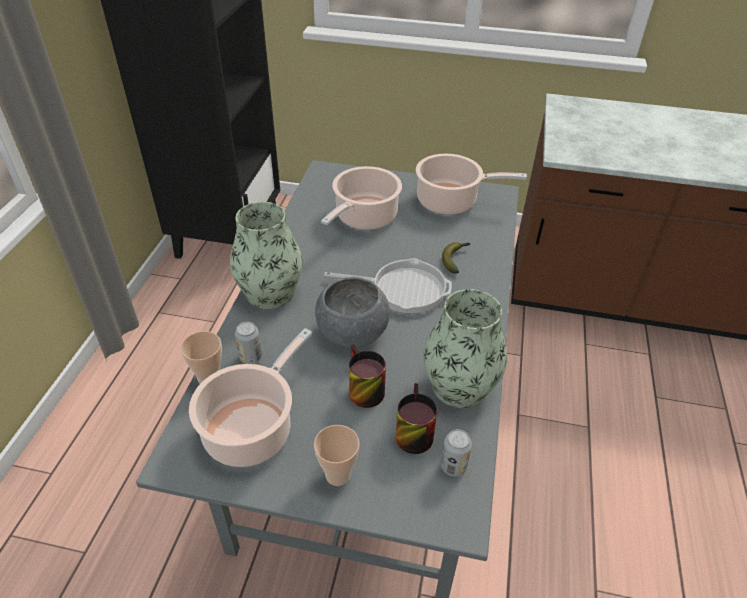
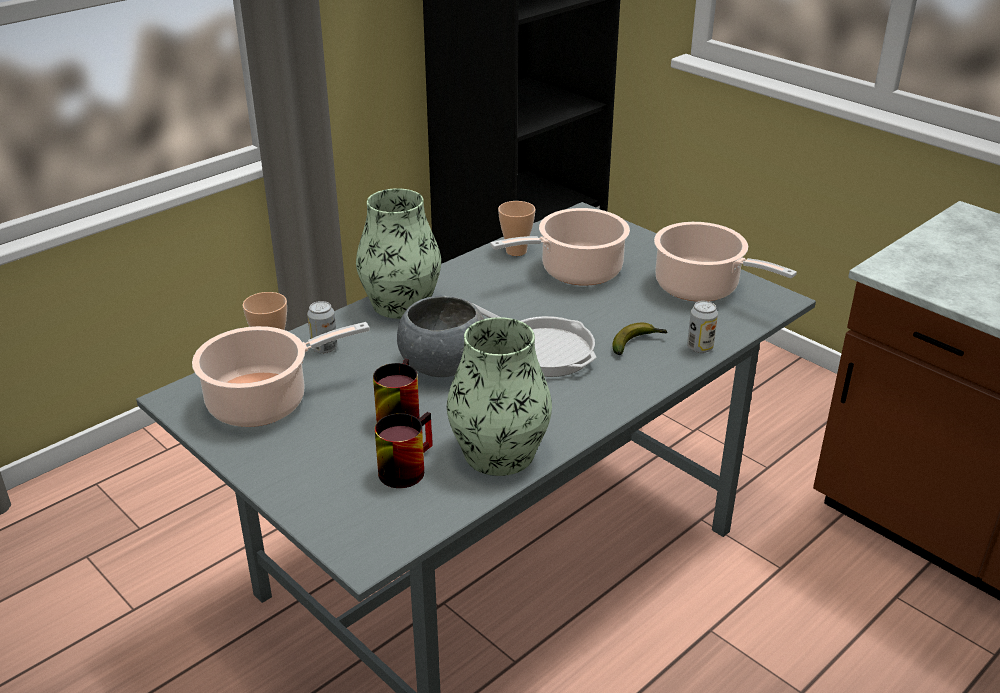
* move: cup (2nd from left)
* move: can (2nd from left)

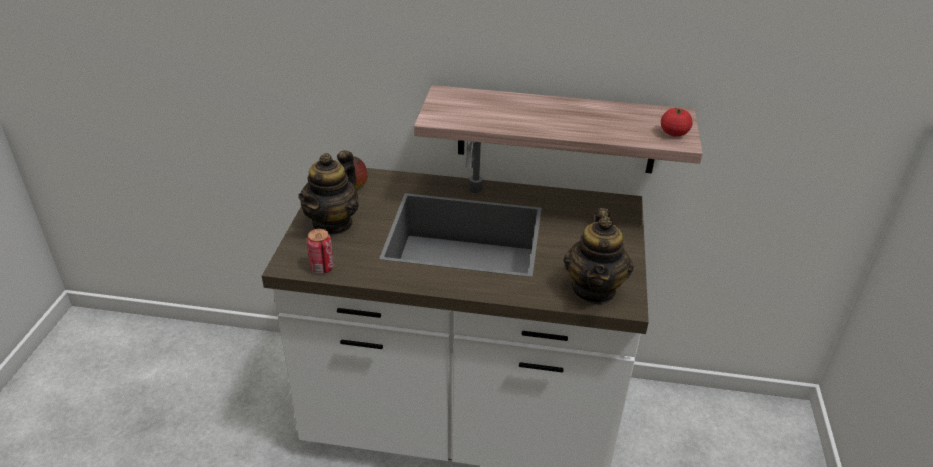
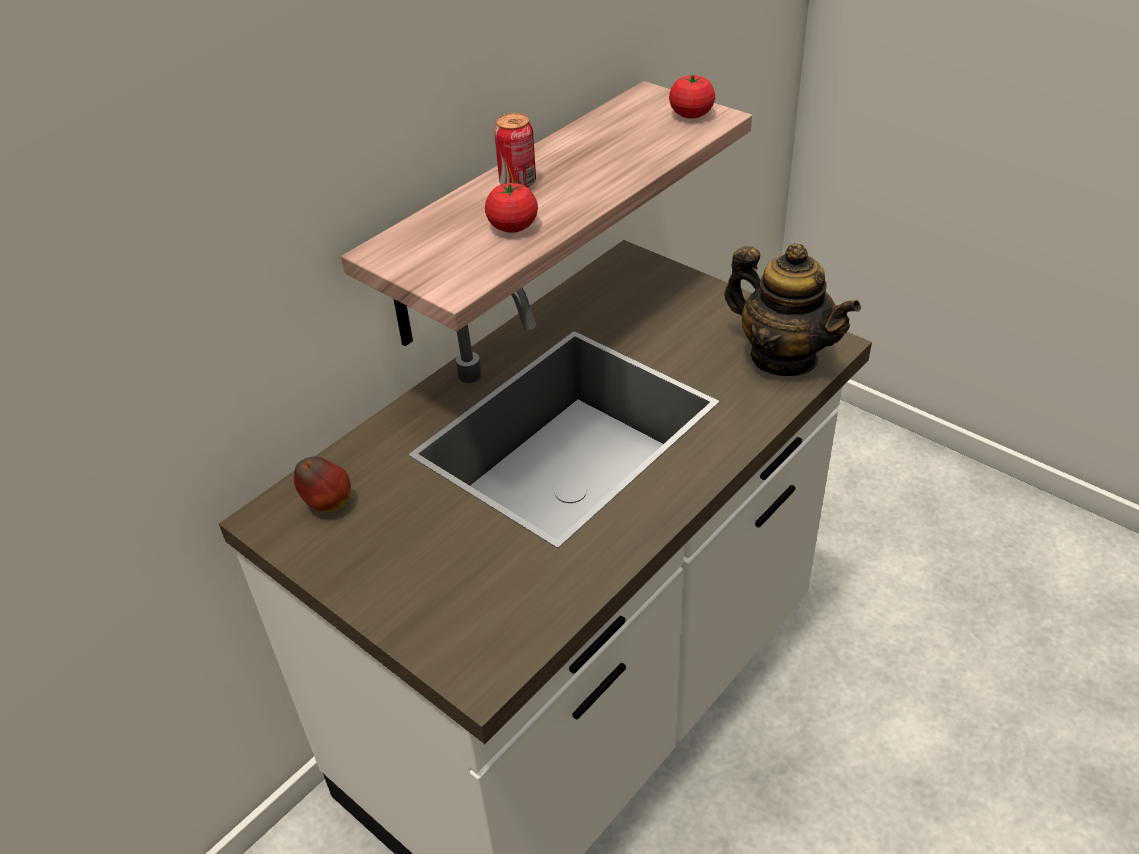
* insert: tomato (1st from left)
* move: can
* delete: teapot (1st from left)

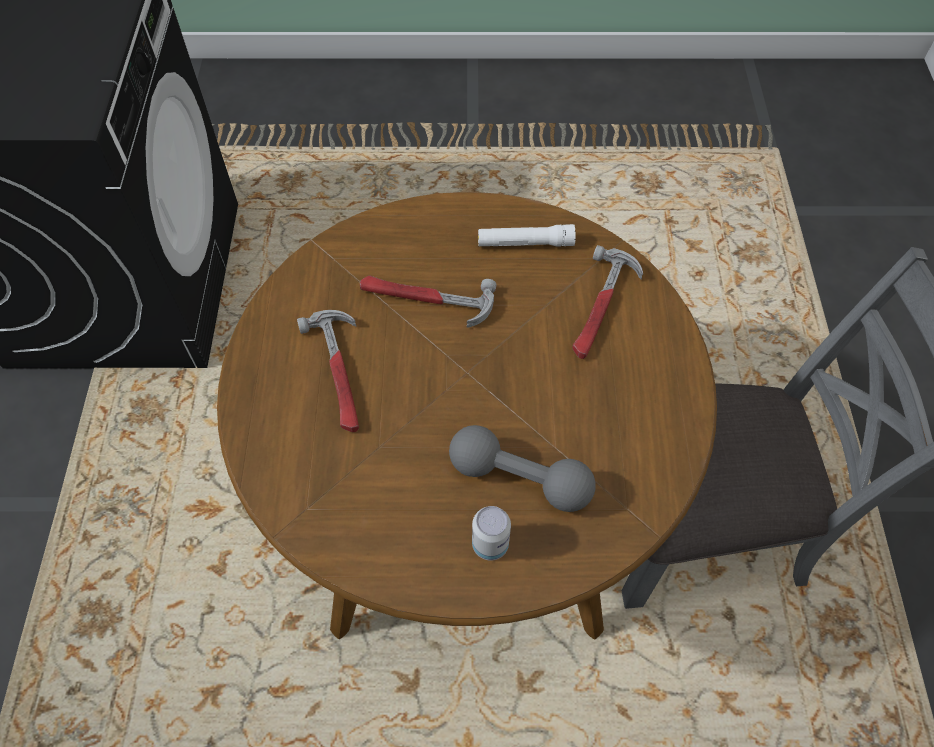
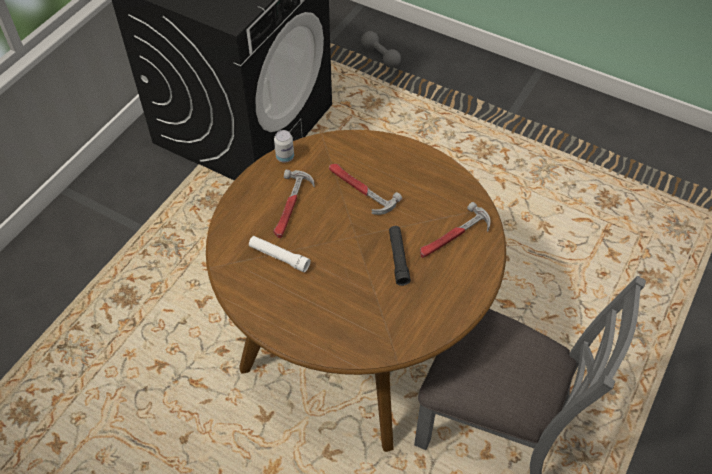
* move: flashlight (white)
* move: can
* move: dumbbell (grey)
* insert: flashlight (black)

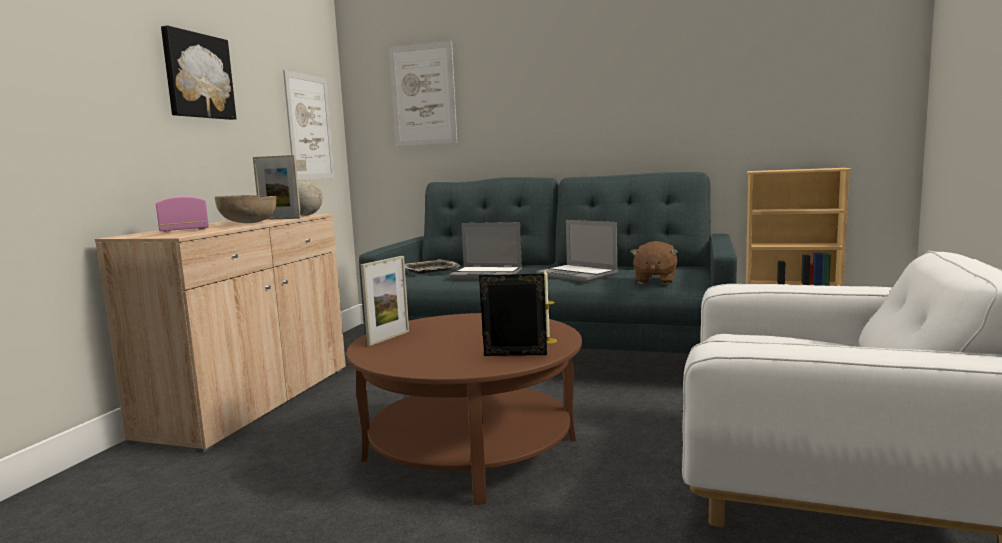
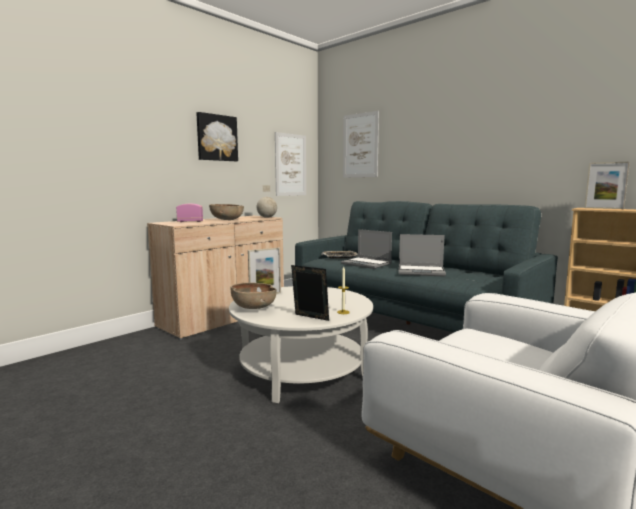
* recolor: coffee table (brown) to coffee table (white)
* insert: bowl (brown) (2nd from left)
* rotate: laptop (2nd from left) 60 degrees counterclockwise
* move: picture frame (1st from left in the first image) to picture frame (3rd from left)
* delete: plush toy (brown)

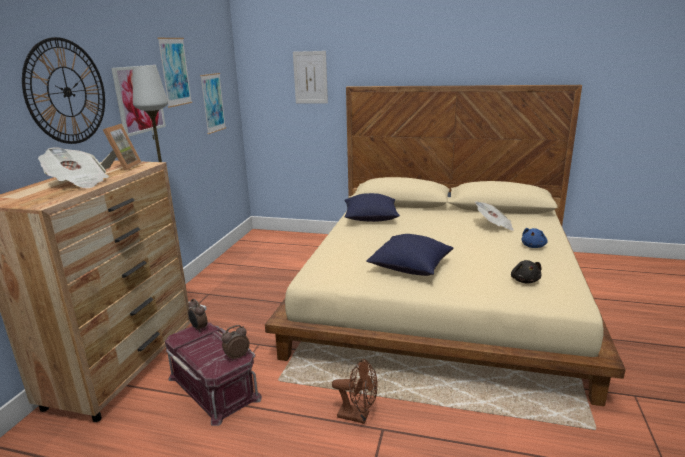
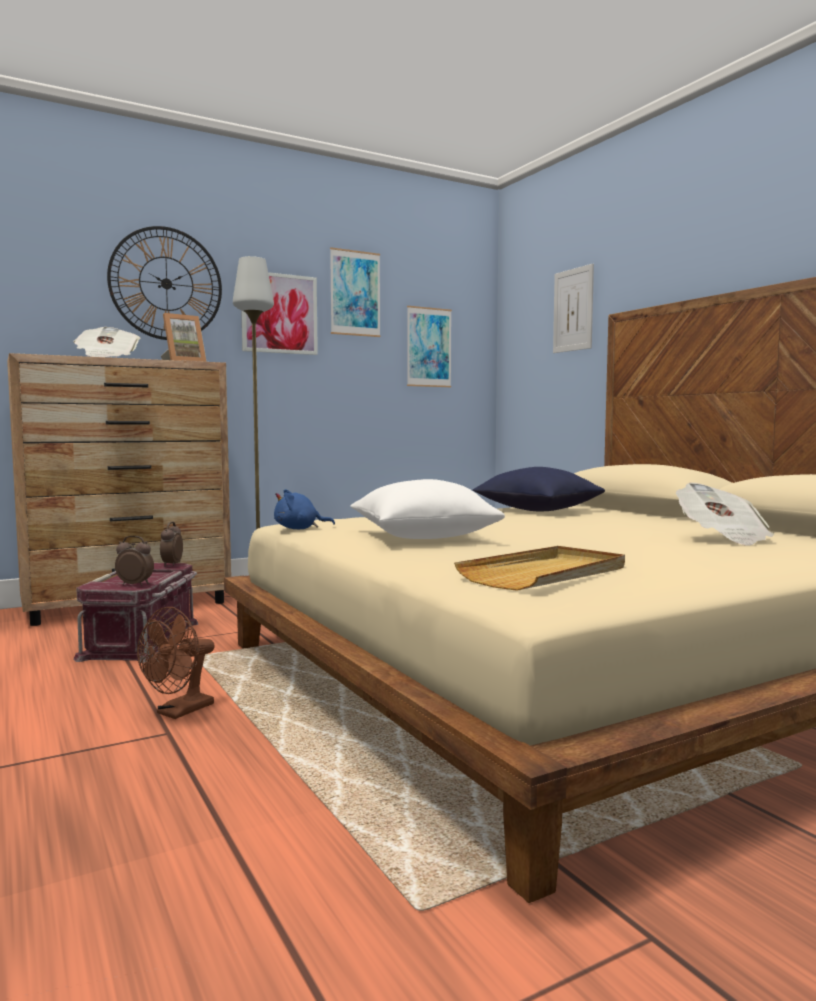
* rotate: fan (brown) 60 degrees clockwise
* move: plush toy (blue)
* recolor: pillow (blue) (2nd from left) to pillow (white)
* replace: plush toy (black) to tray (beige)

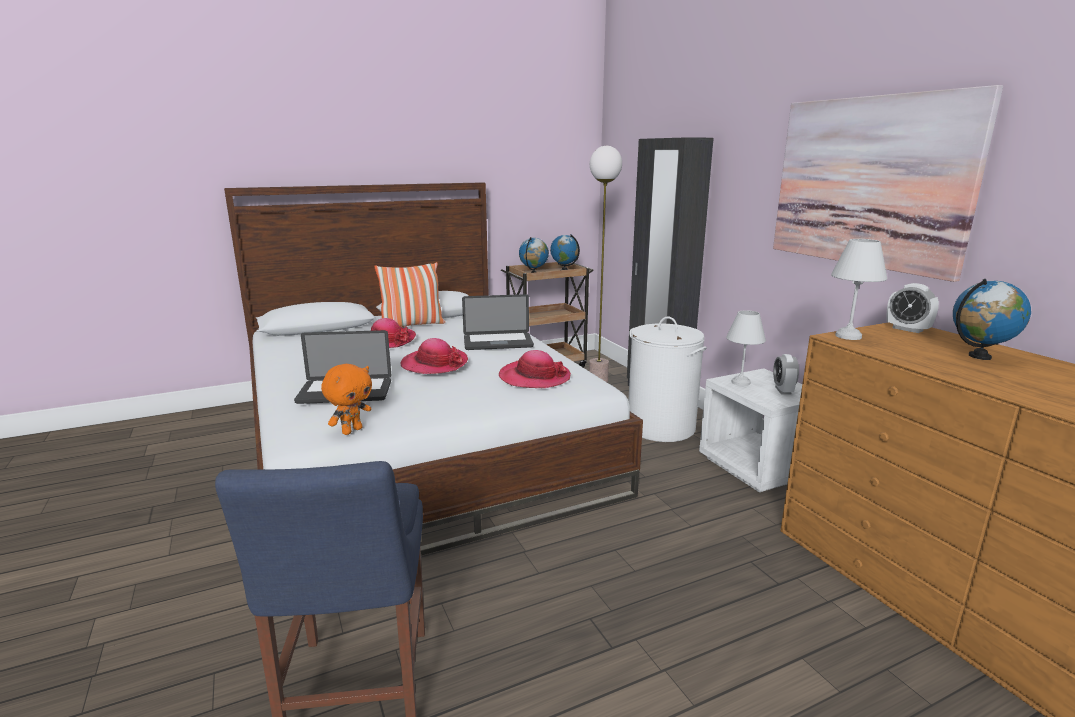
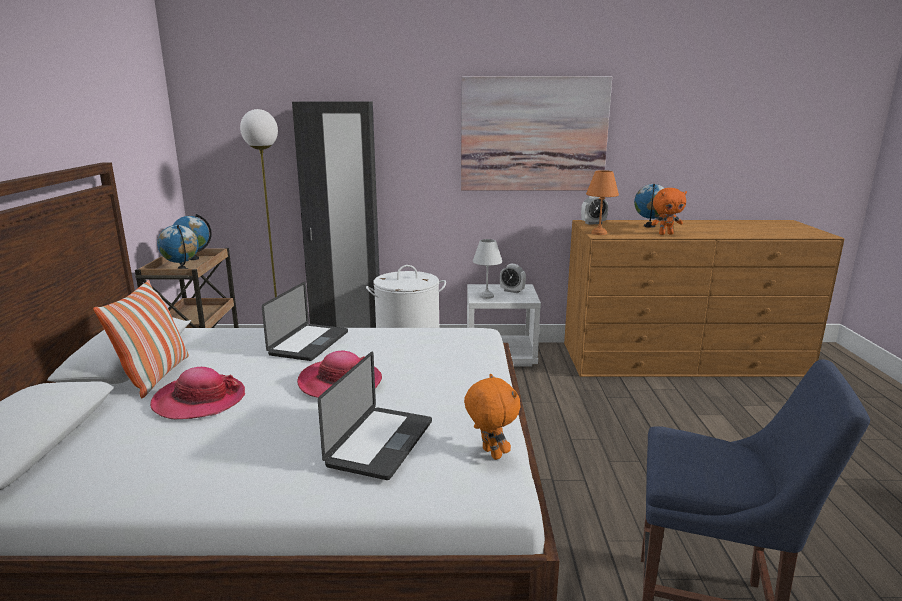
* recolor: table lamp (white) (2nd from left) to table lamp (orange)
* insert: plush toy (orange) (2nd from left)
* delete: hat (3rd from left)

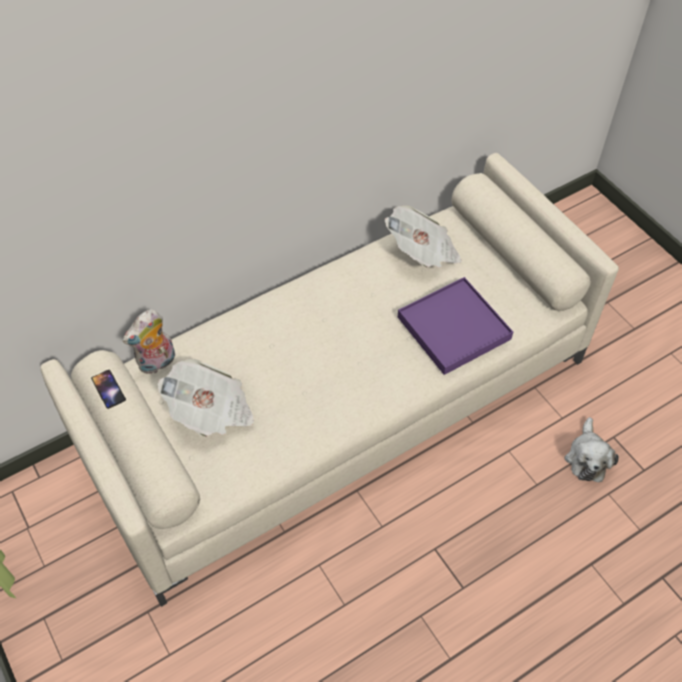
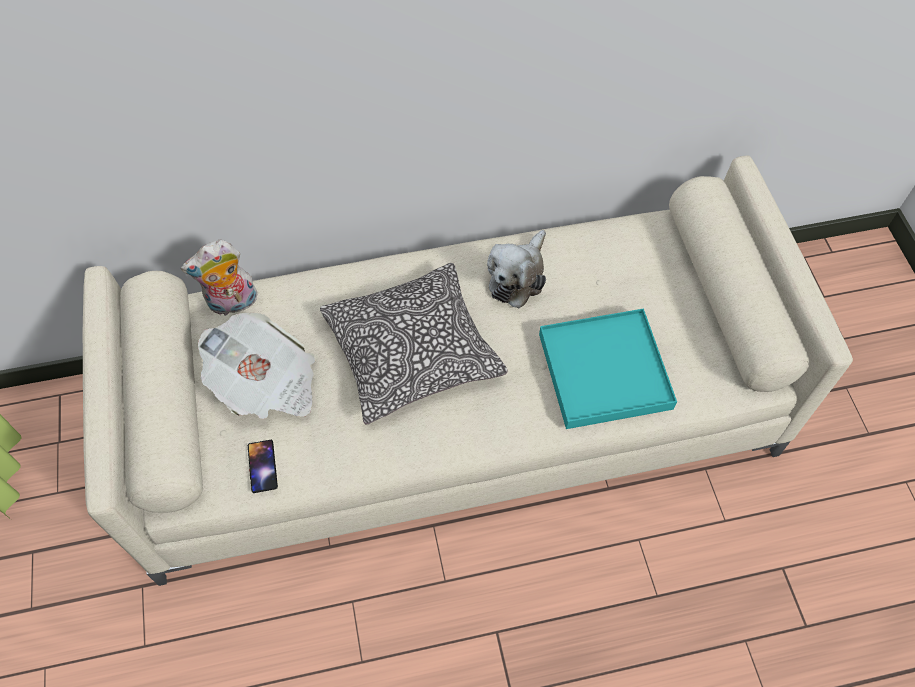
* move: phone
* insert: pillow
* move: plush toy (2nd from left)
* recolor: tray (purple) to tray (turquoise)
* delete: newspaper (2nd from left)

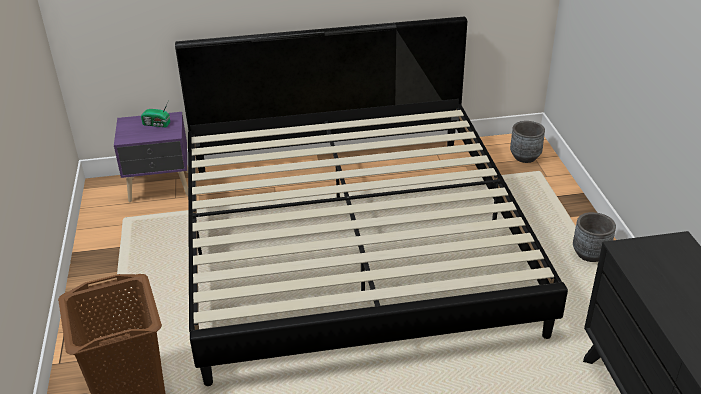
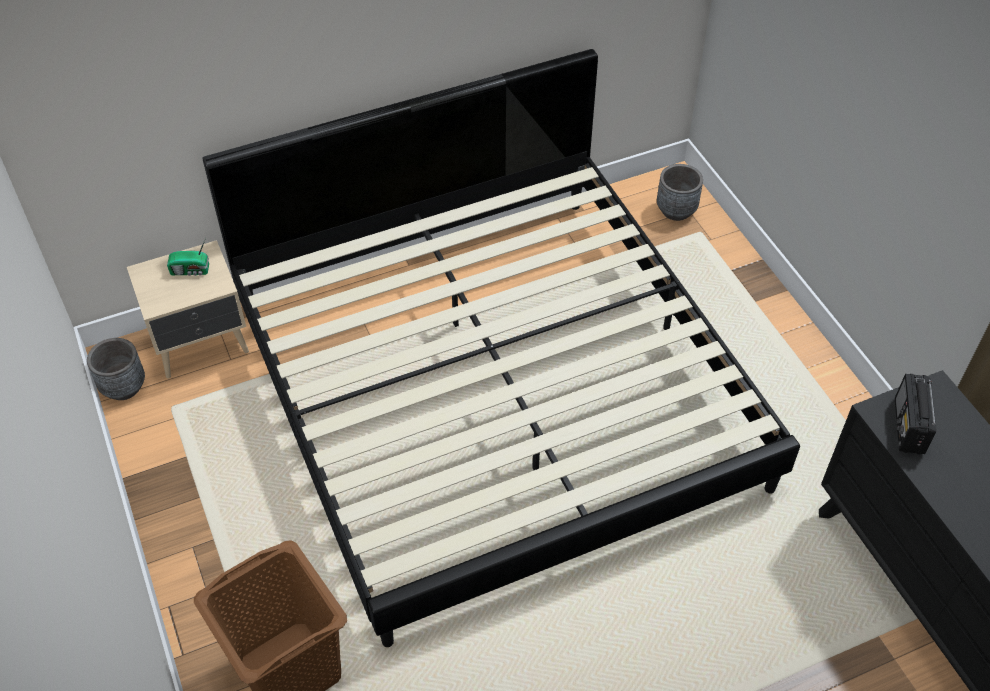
* move: planter (grey) (2nd from left in the first image) to planter (grey) (1st from left)
* recolor: nightstand (purple) to nightstand (beige)
* insert: radio (2nd from left)

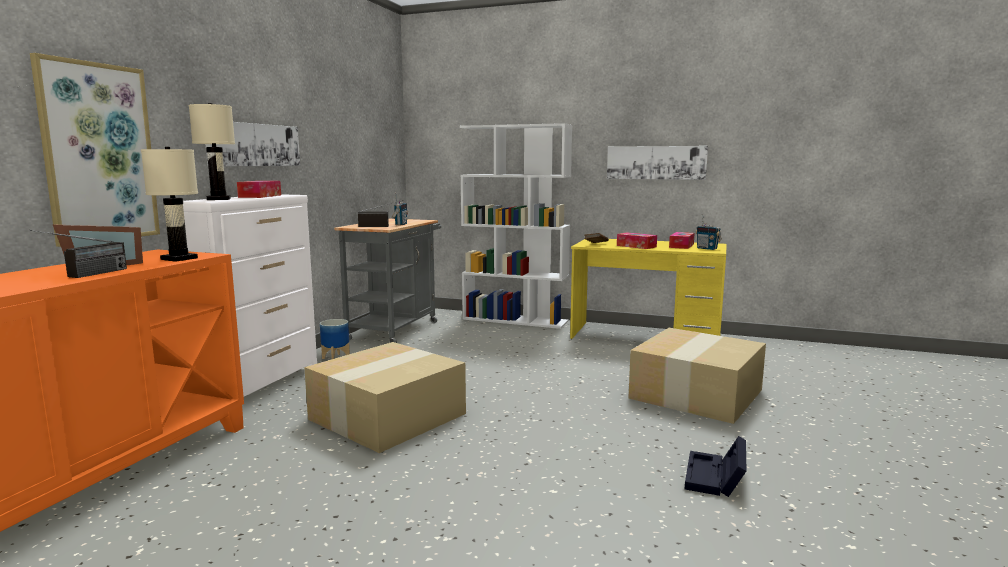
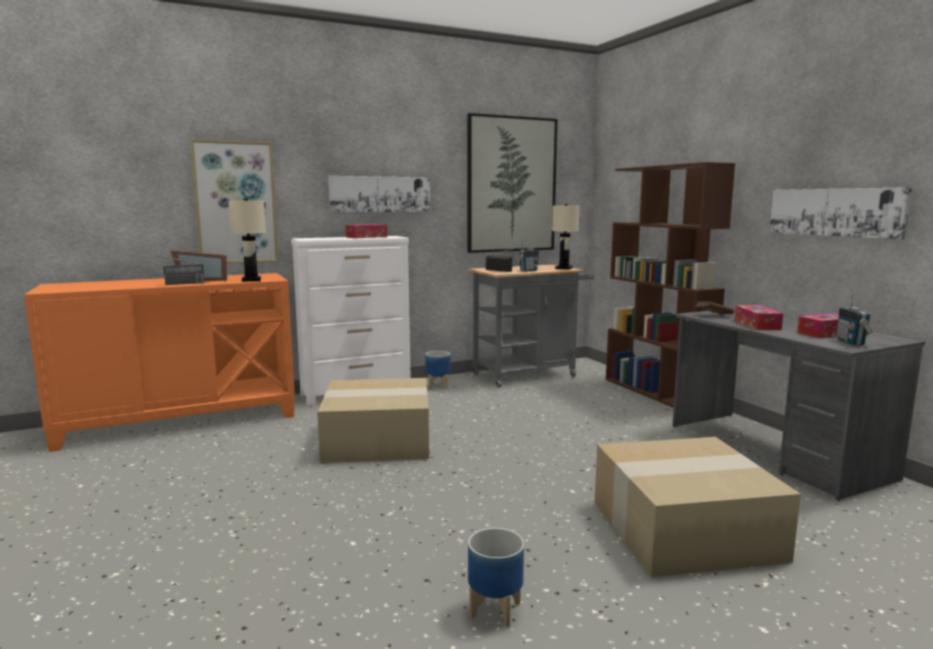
* insert: picture (3rd from left)
* replace: storage box (black) to planter (2nd from left)
* move: table lamp (beige) (2nd from left)
* recolor: bookcase (white) to bookcase (brown)
* recolor: desk (yellow) to desk (grey)

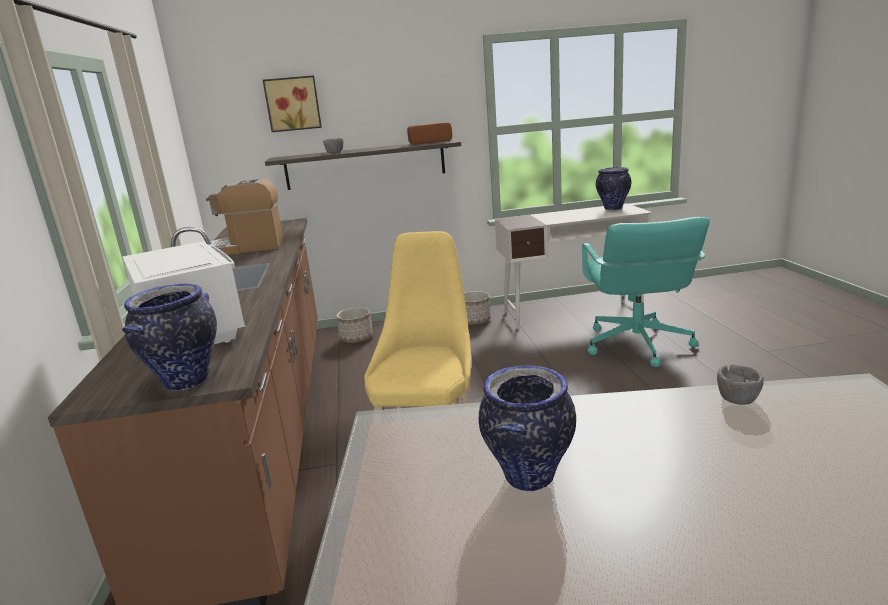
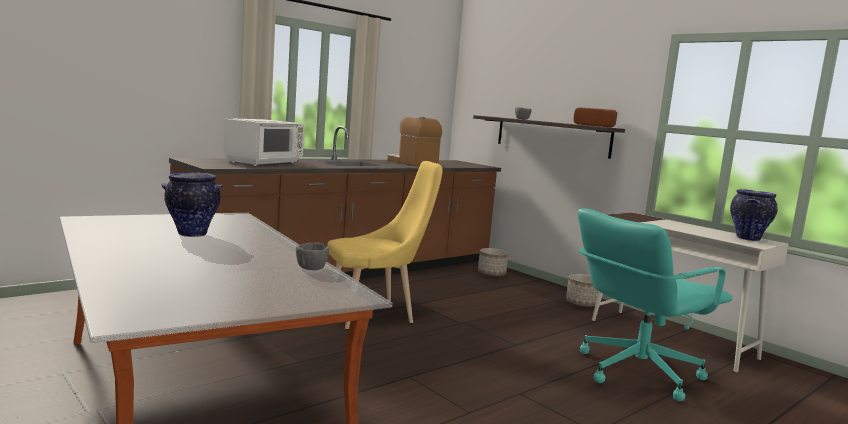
* delete: vase (1st from left)
* delete: picture

